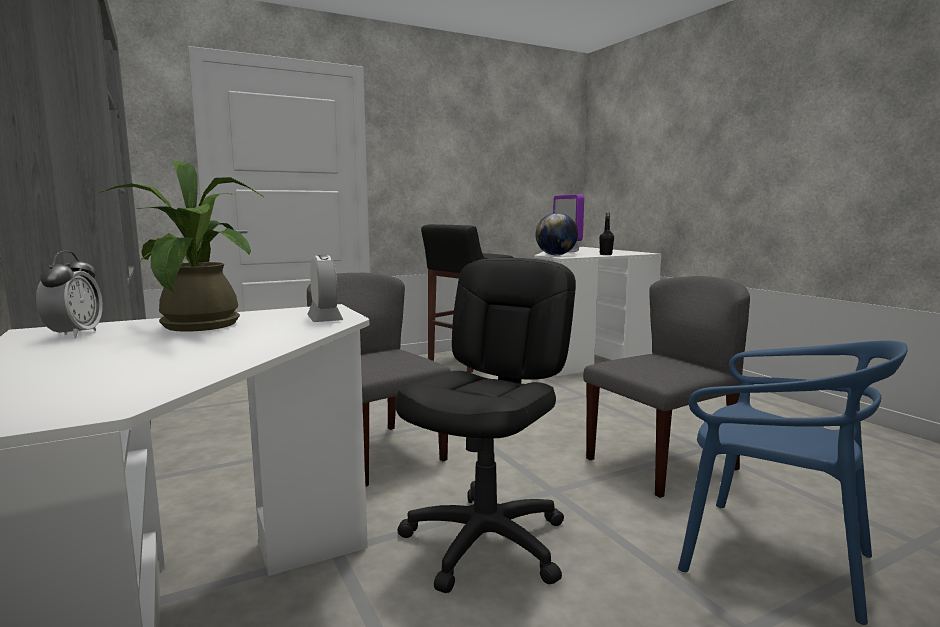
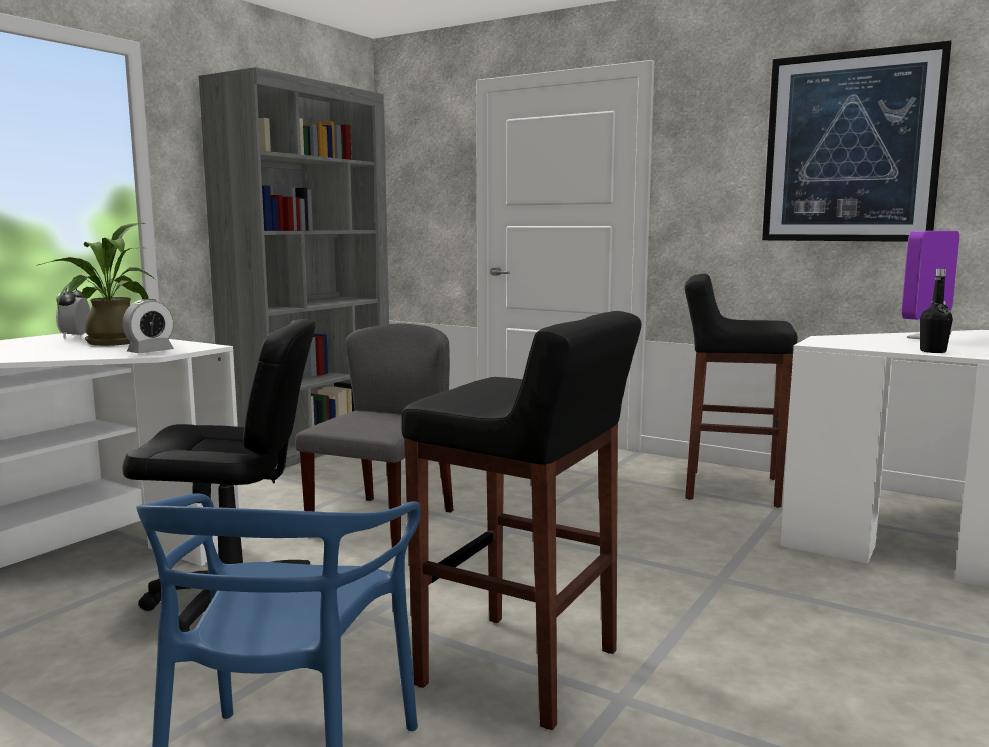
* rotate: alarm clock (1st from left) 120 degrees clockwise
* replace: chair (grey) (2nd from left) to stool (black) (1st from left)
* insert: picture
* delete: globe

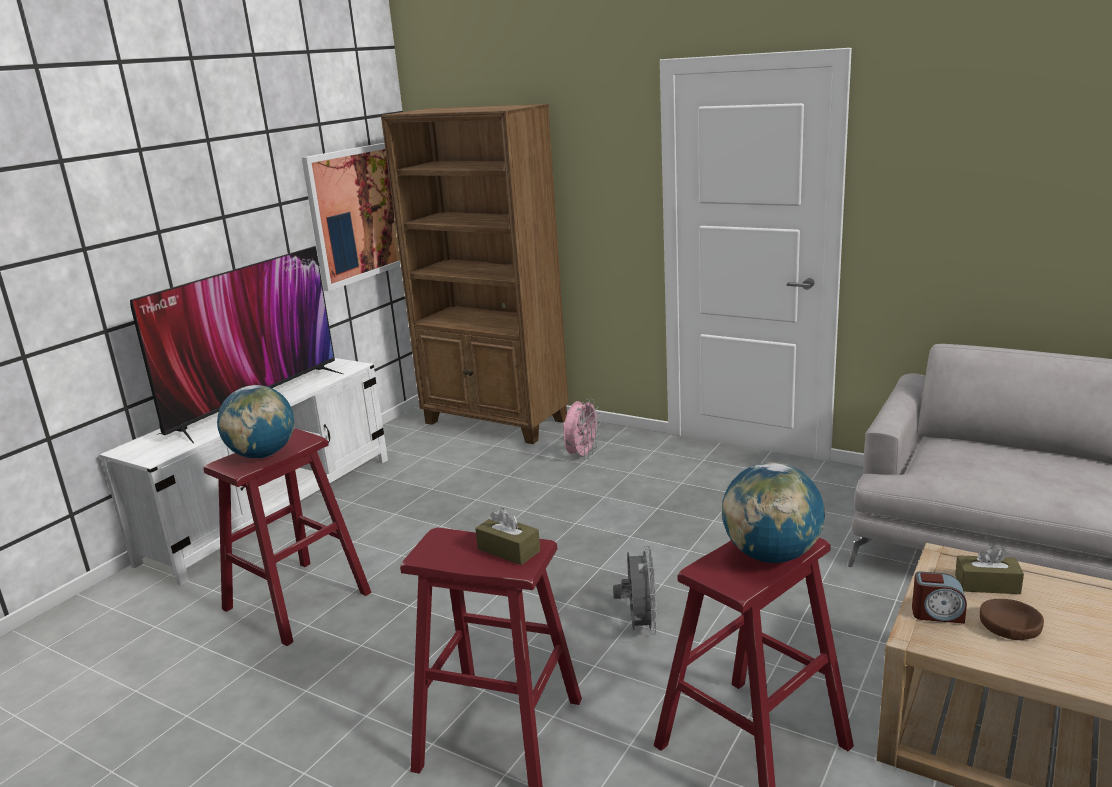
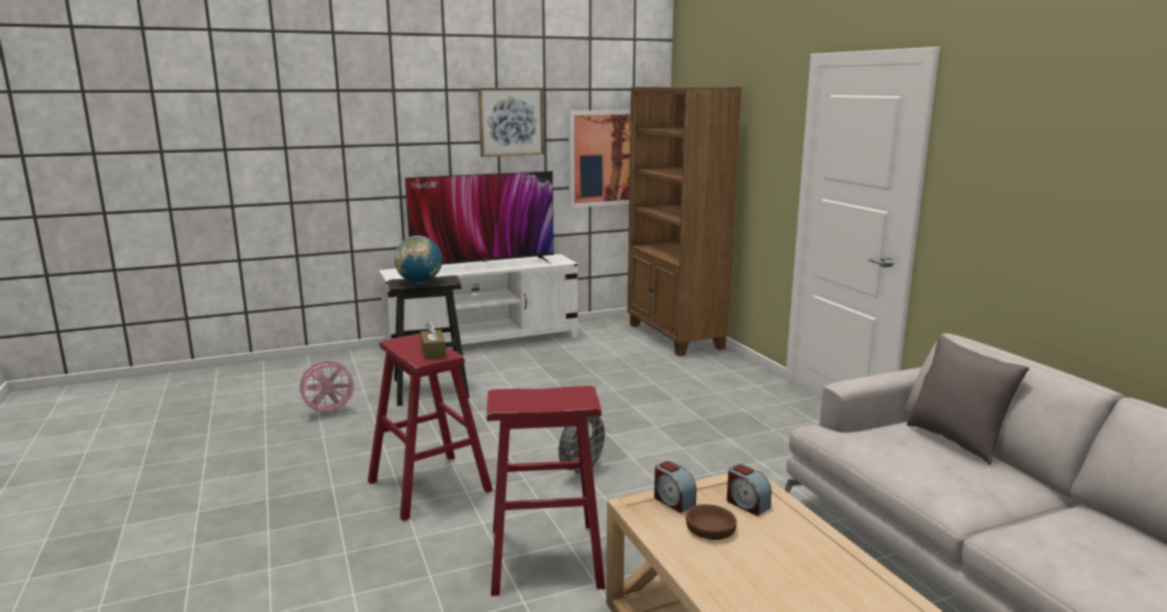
* move: fan (pink)
* recolor: stool (red) (1st from left) to stool (black)
* insert: picture (1st from left)
* replace: tissue box (brown) (2nd from left) to alarm clock (2nd from left)
* insert: pillow (grey)
* delete: globe (2nd from left)

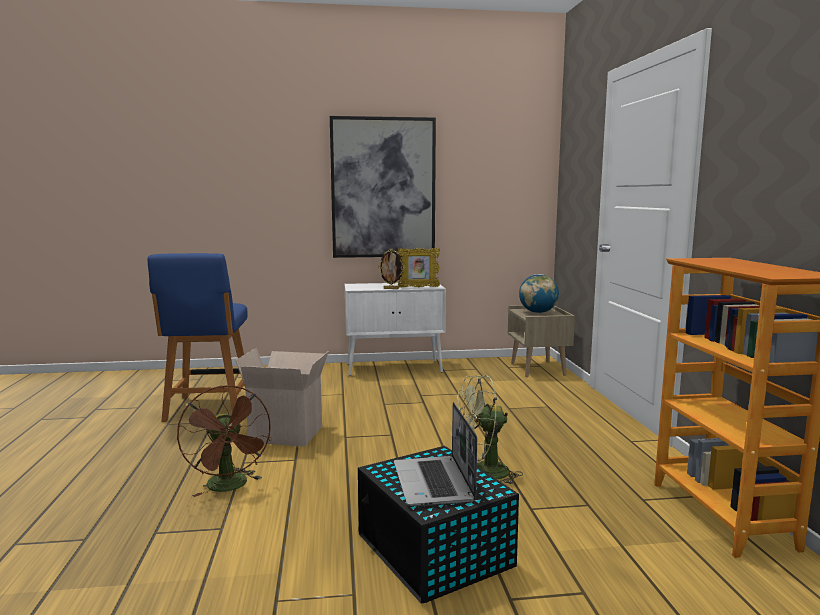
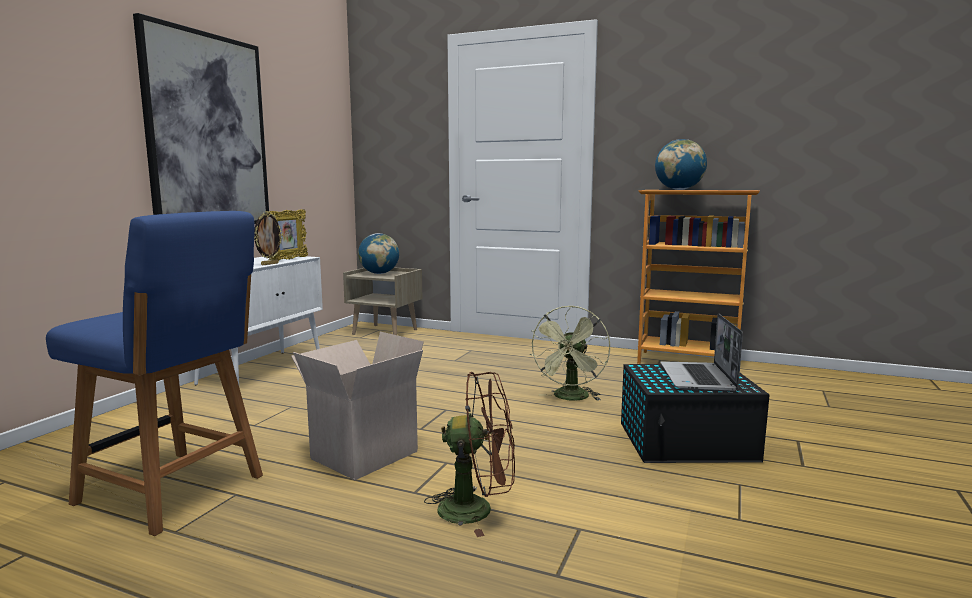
* insert: globe (2nd from left)
* rotate: laptop 75 degrees clockwise

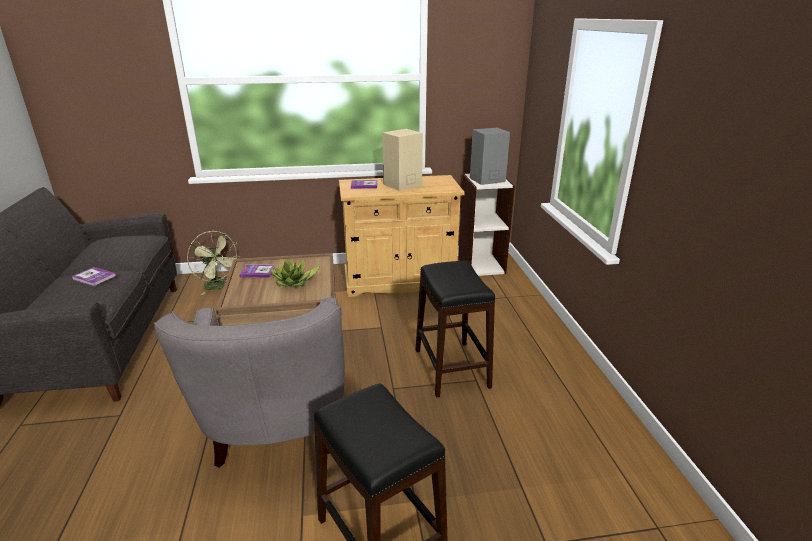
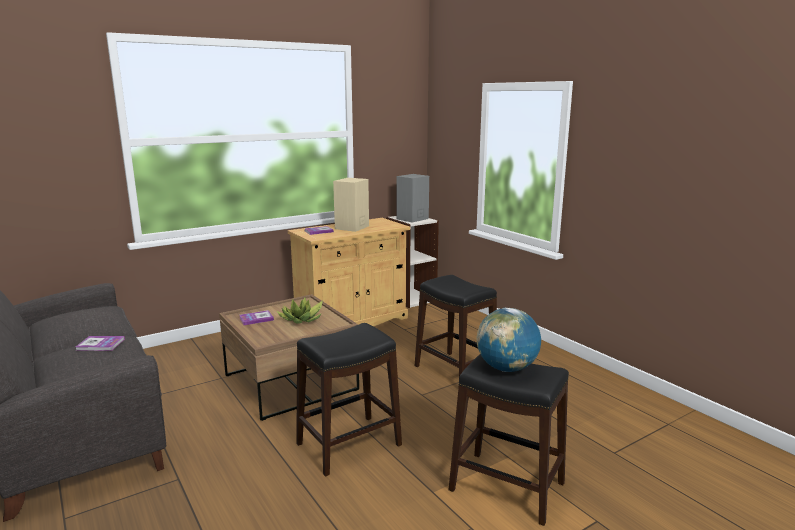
* replace: armchair (grey) to stool (black) (1st from left)
* insert: globe
* delete: fan (green)

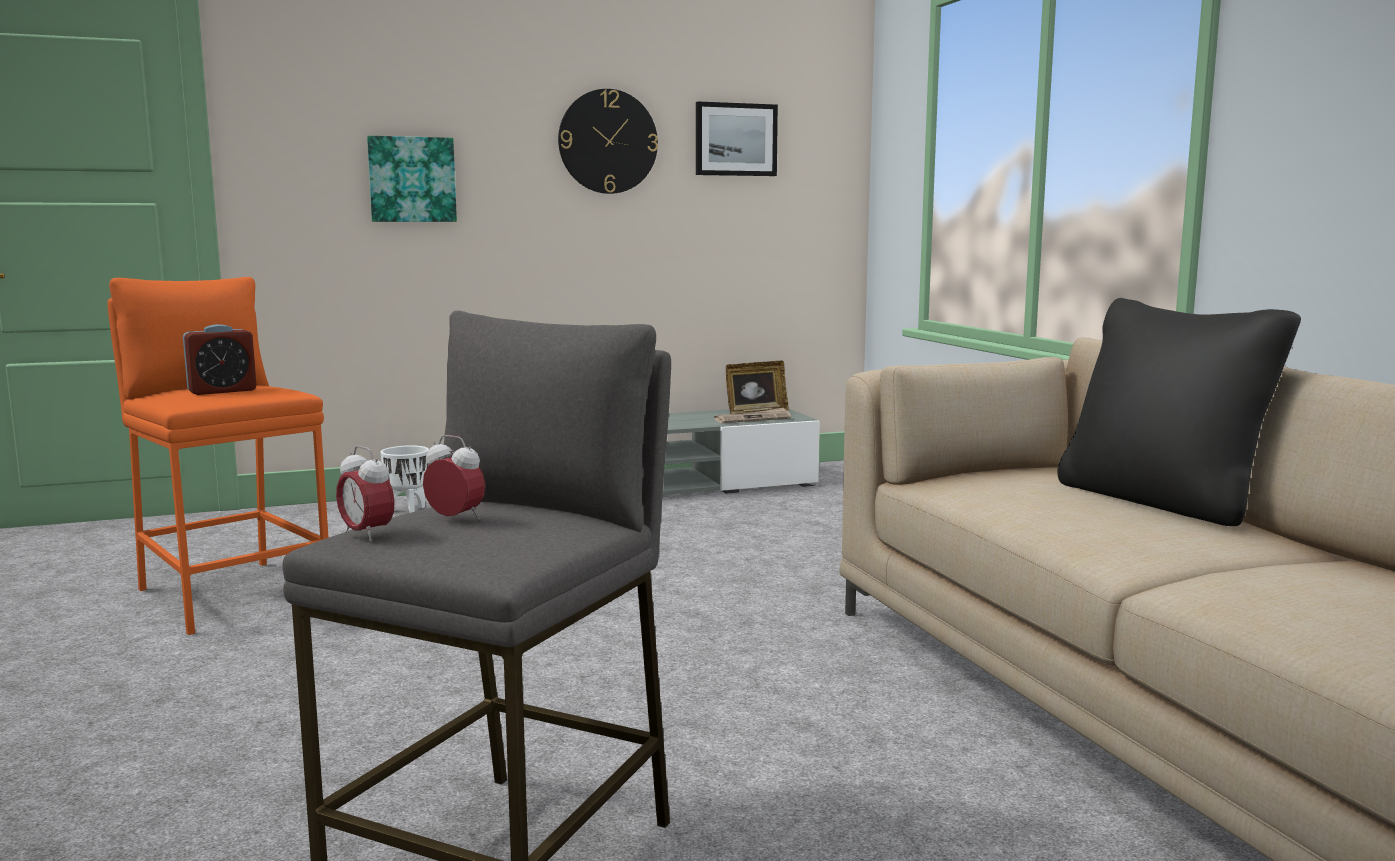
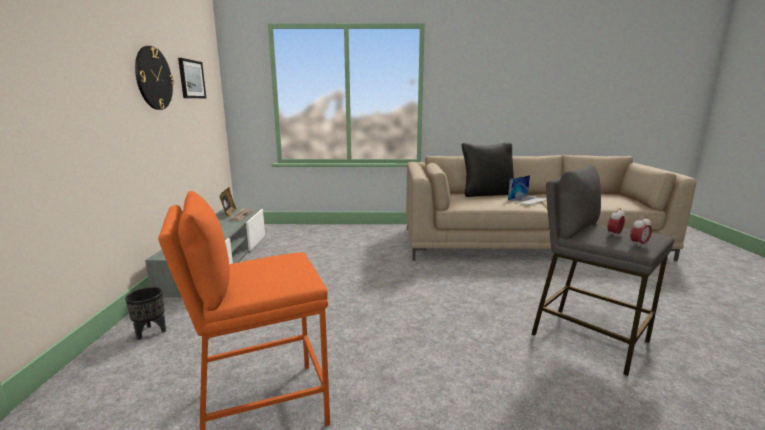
* recolor: planter (white) to planter (black)
* insert: laptop
* delete: alarm clock (1st from left)
* delete: picture (1st from left)

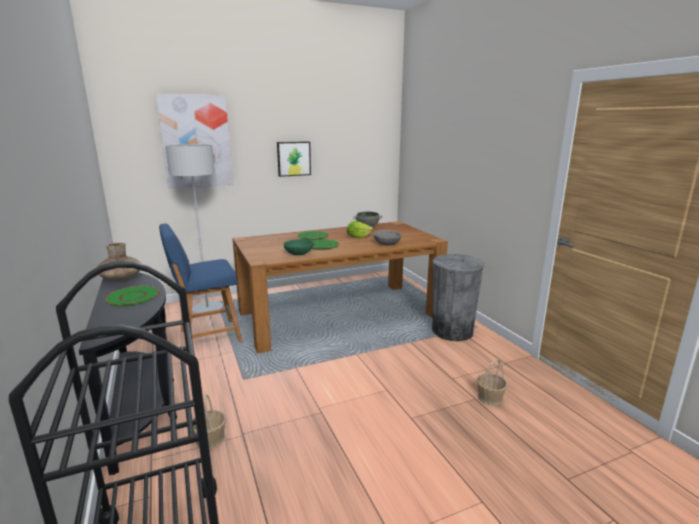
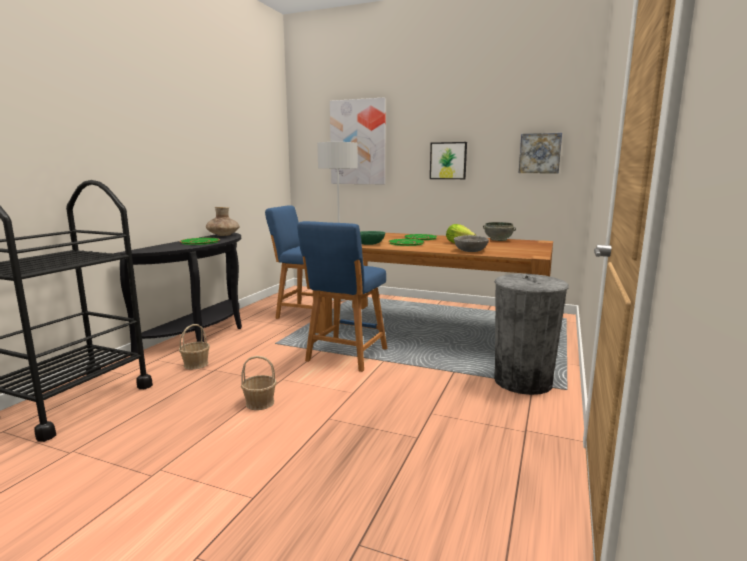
* move: basket (2nd from left)
* insert: stool (blue) (2nd from left)
* insert: picture (3rd from left)

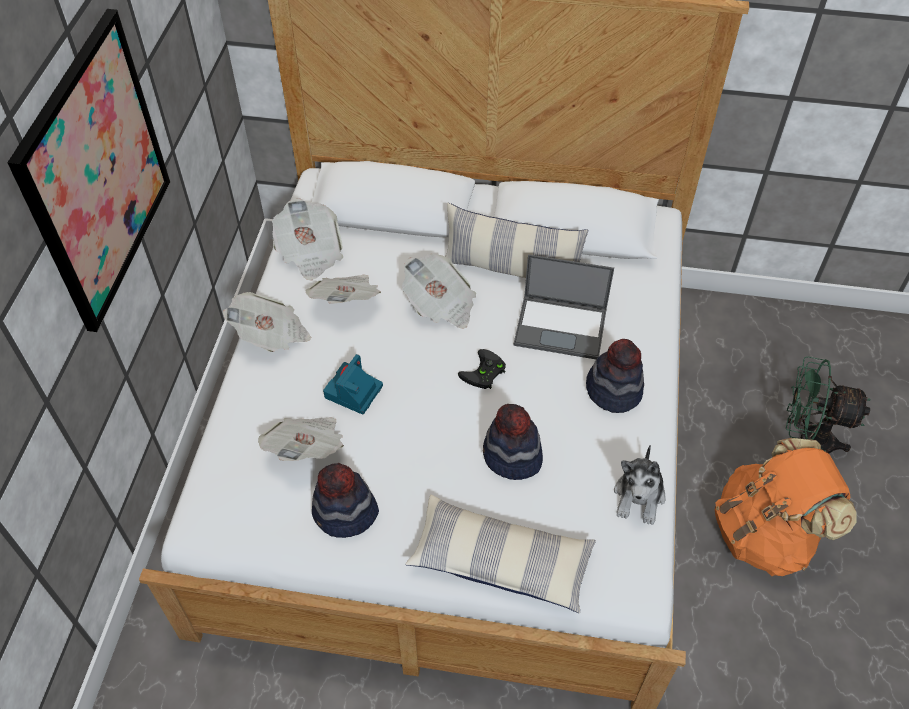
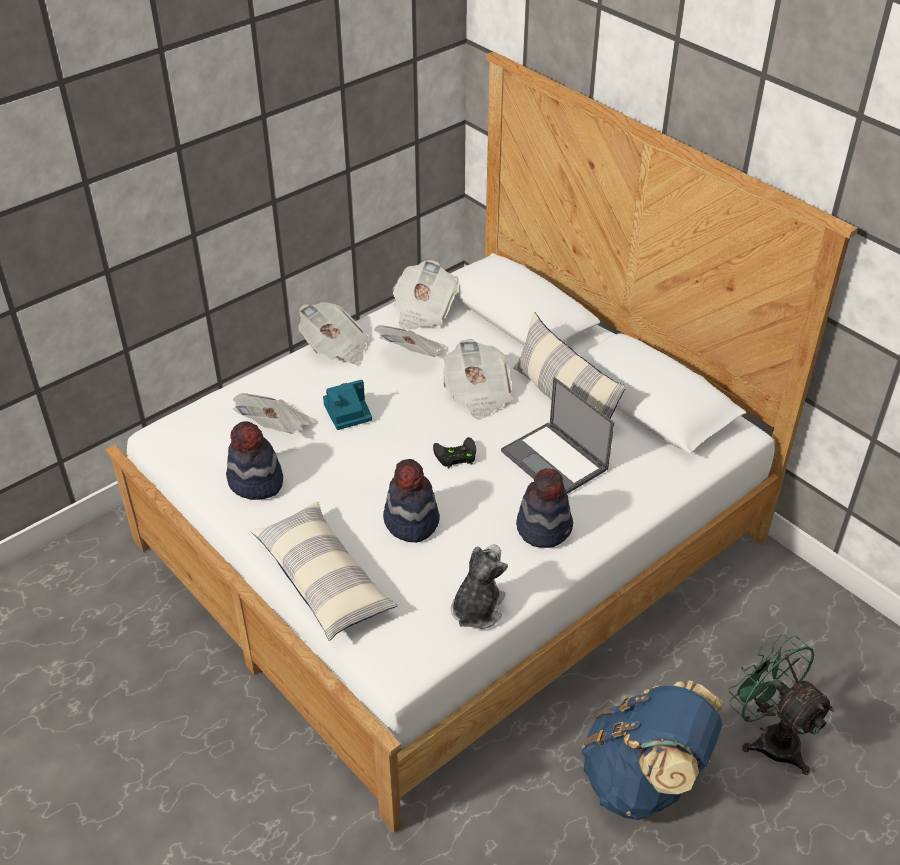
* rotate: plush toy 150 degrees clockwise
* recolor: backpack (orange) to backpack (blue)
* delete: picture

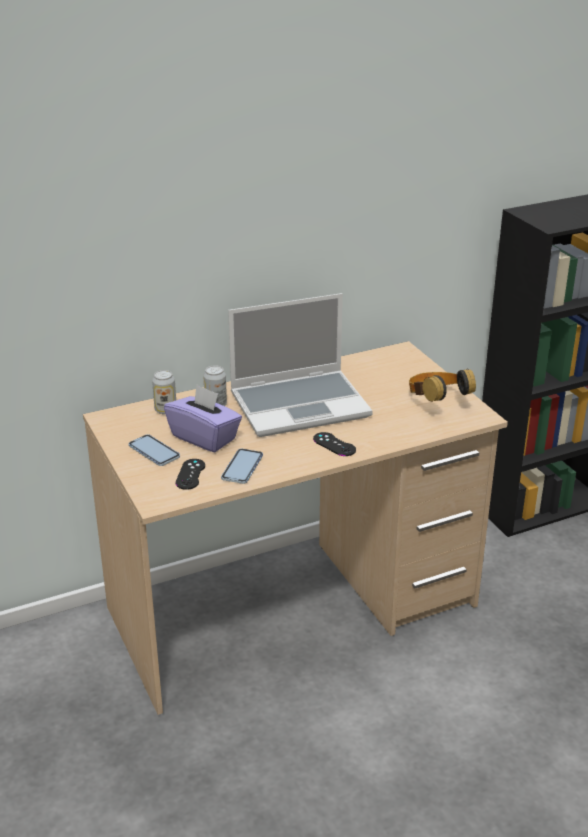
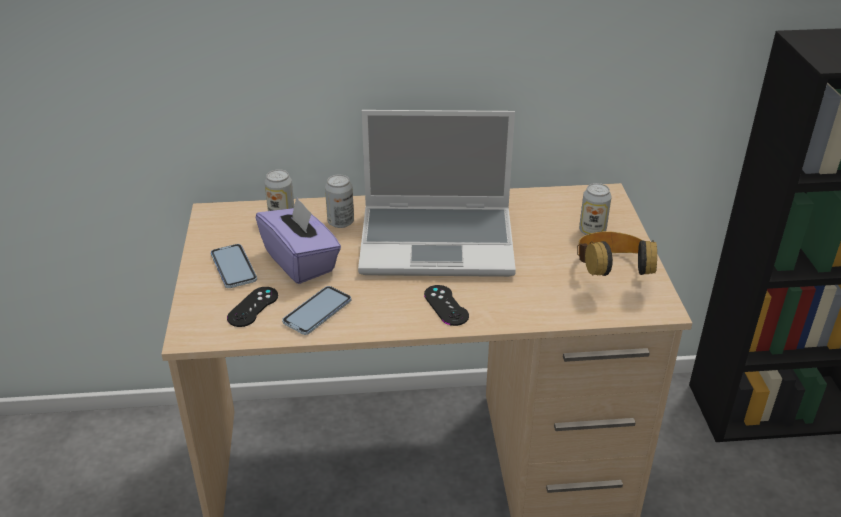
* insert: can (3rd from left)

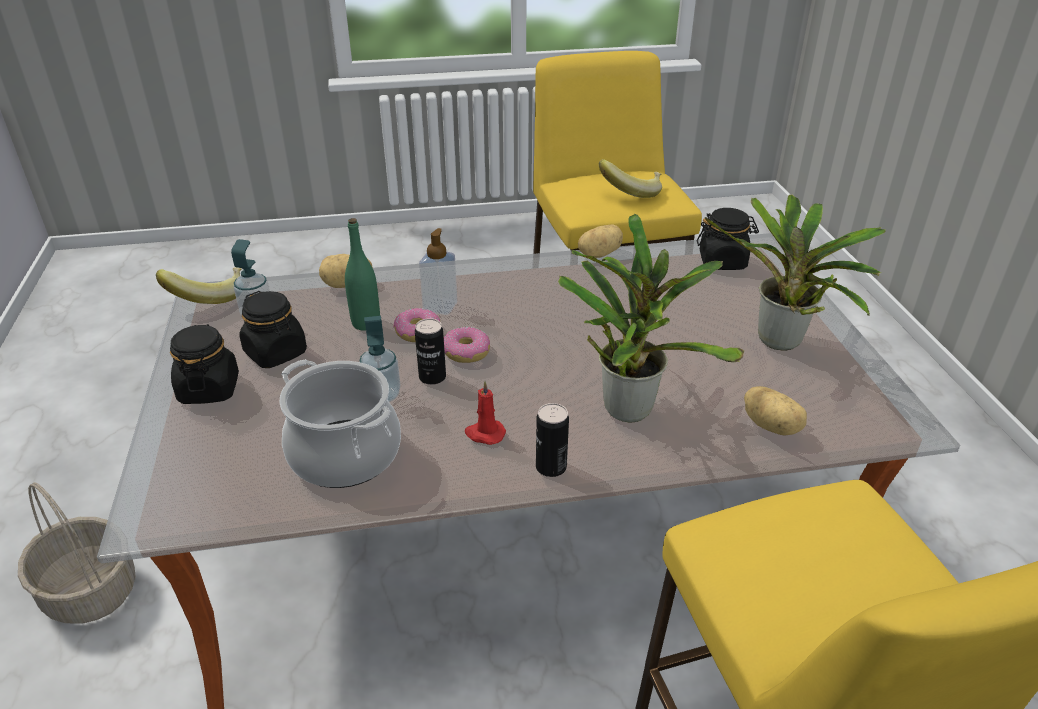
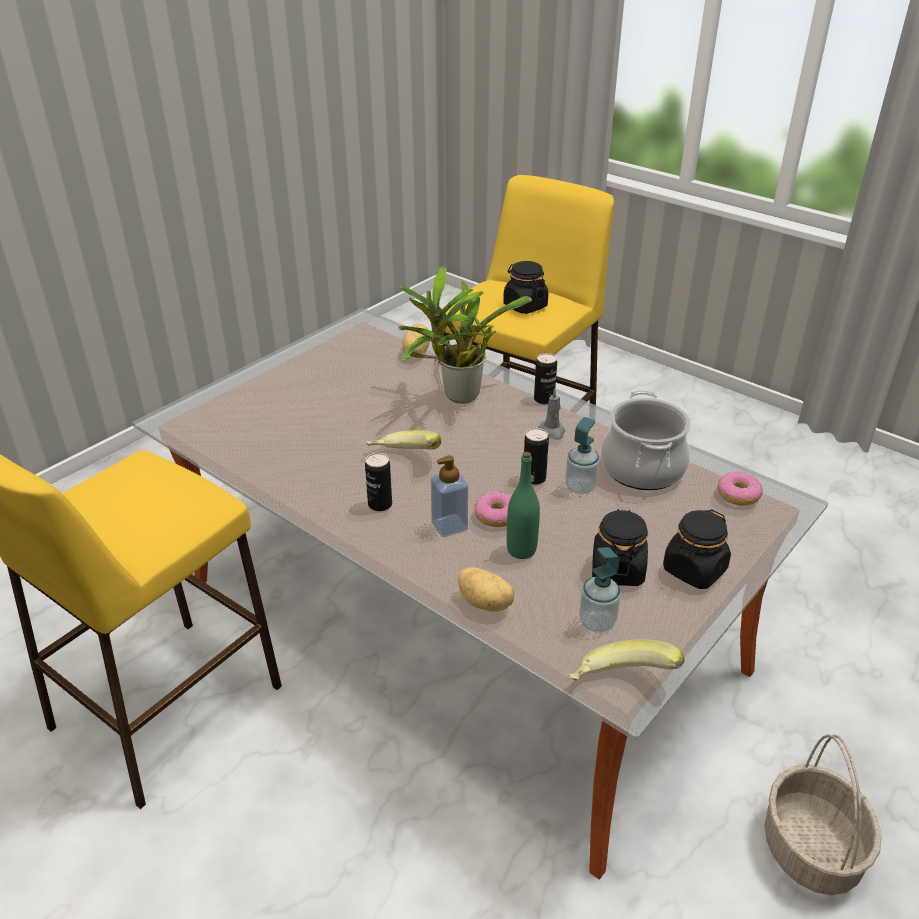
* insert: can (1st from left)
* move: banana (2nd from left in the first image) to banana (1st from left)
* move: jar (black) (3rd from left in the first image) to jar (black) (1st from left)
* recolor: candle (red) to candle (grey)
* move: donut (2nd from left)
* delete: potato (2nd from left)
* delete: potted plant (2nd from left)

